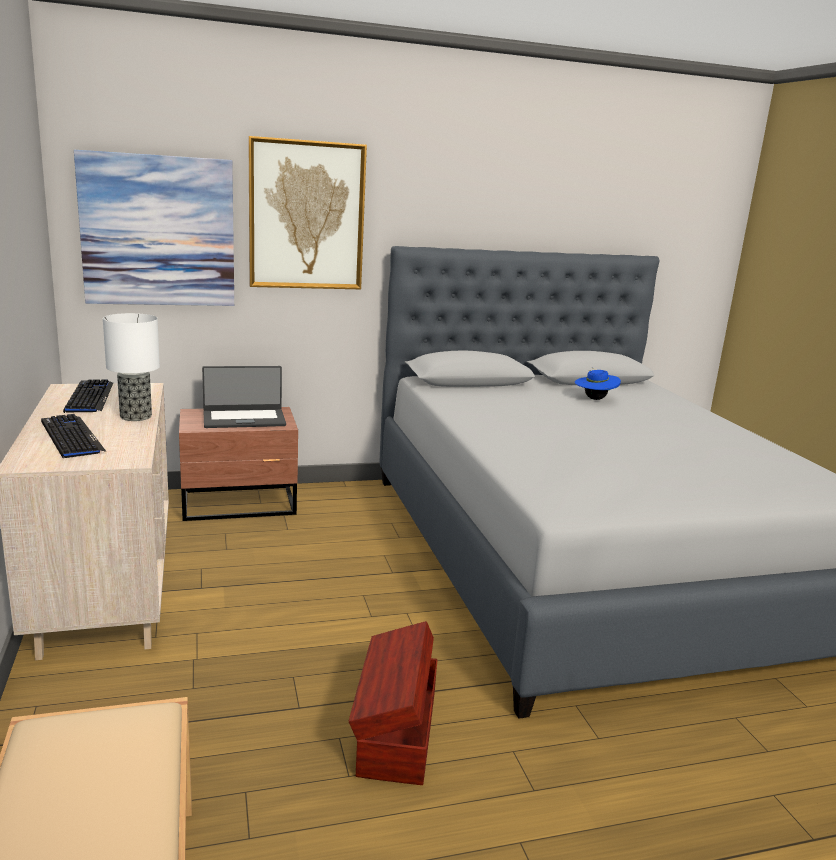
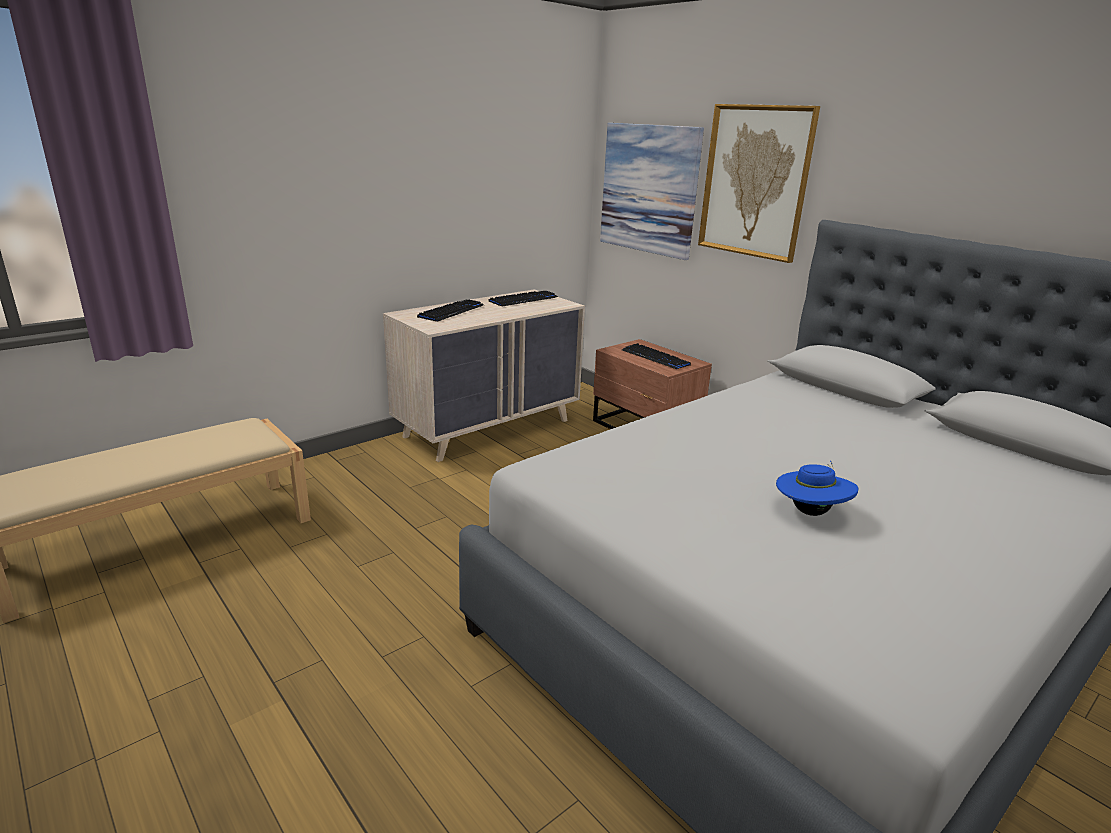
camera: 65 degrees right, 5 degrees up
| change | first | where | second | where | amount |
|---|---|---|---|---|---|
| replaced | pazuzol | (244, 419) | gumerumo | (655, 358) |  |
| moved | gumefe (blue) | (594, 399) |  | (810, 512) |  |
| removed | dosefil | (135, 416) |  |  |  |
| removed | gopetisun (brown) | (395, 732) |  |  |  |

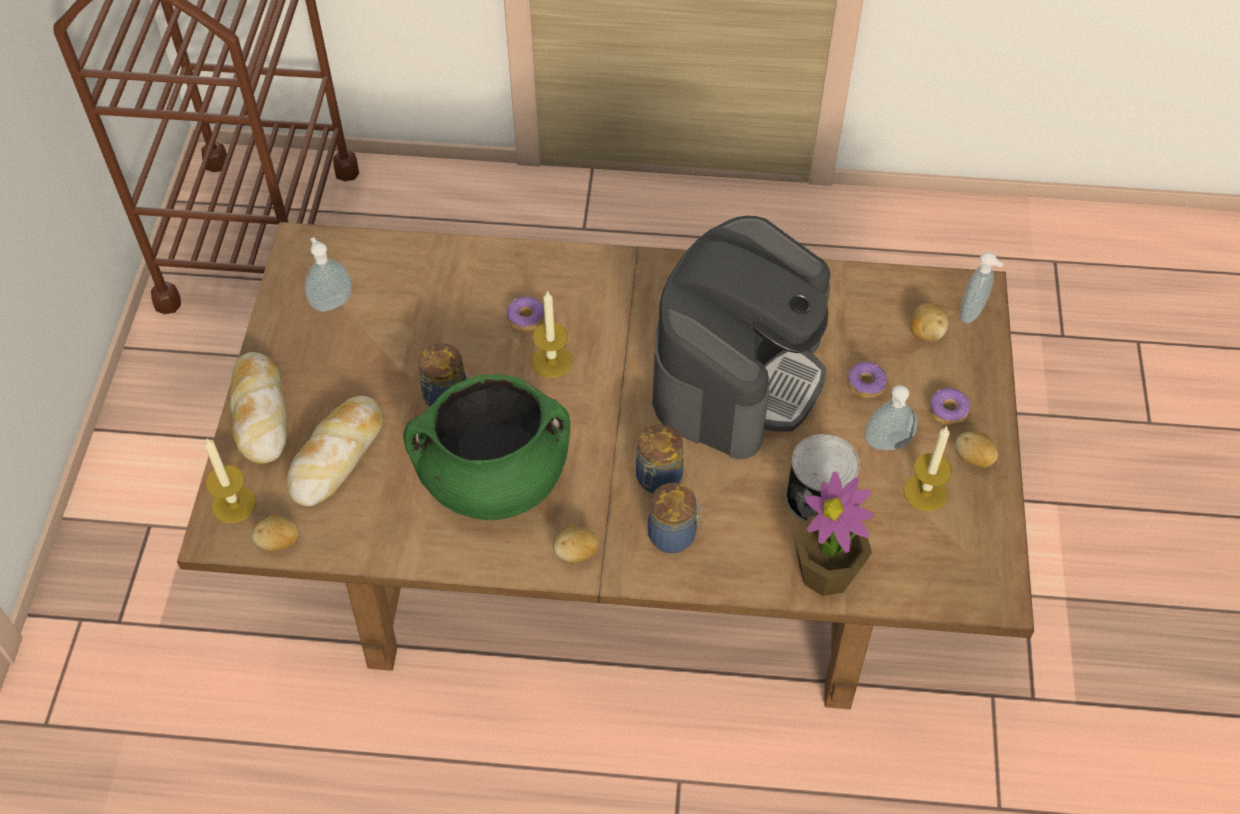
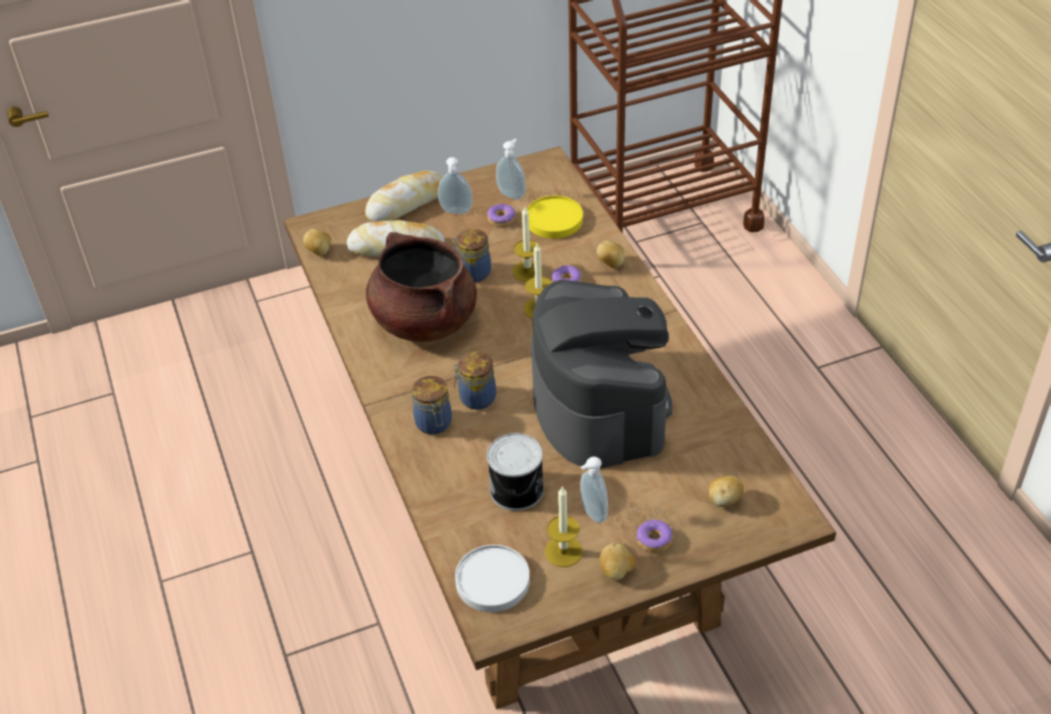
camera: 65 degrees right, 10 degrees down
| change | first | where | second | where | amount |
|---|---|---|---|---|---|
| recoloured | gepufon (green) | (494, 479) | gepufon (brown) | (424, 321) |  |
| moved | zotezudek | (973, 314) |  | (456, 212) |  |
| added |  |  | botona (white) | (493, 581) |  |
| moved | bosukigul | (865, 384) |  | (501, 219) |  |
| moved | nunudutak | (234, 504) |  | (527, 271) |  |
| added |  |  | botona (yellow) | (553, 220) |  |
| turned | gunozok | (738, 374) |  | (599, 406) | 105 degrees counterclockwise |
| moved | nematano | (576, 553) |  | (611, 264) |  |
| removed | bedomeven | (827, 572) |  |  |  |

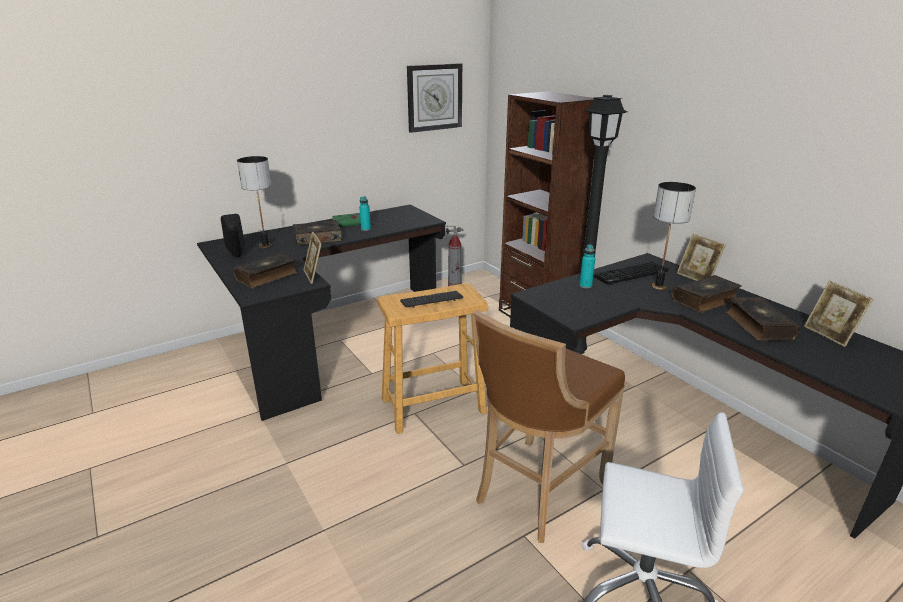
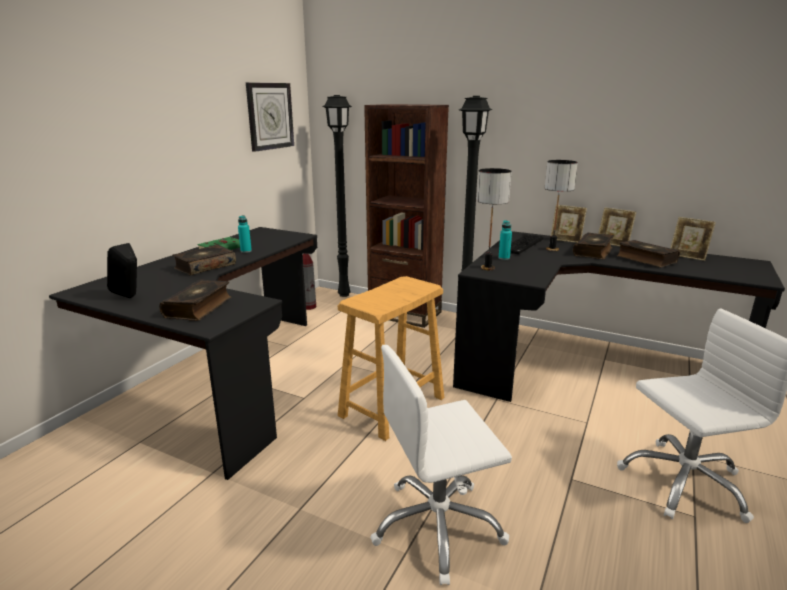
camera: 30 degrees left, 5 degrees down
| change | first | where | second | where | amount |
|---|---|---|---|---|---|
| added |  |  | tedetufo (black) | (345, 294) |  |
| added |  |  | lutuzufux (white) | (437, 526) |  |
| moved | dosefil | (265, 246) |  | (488, 268) |  |
| moved | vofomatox | (314, 276) |  | (613, 244) |  |
| removed | gumerumo | (431, 300) |  |  |  |
| removed | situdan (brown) | (536, 492) |  |  |  |

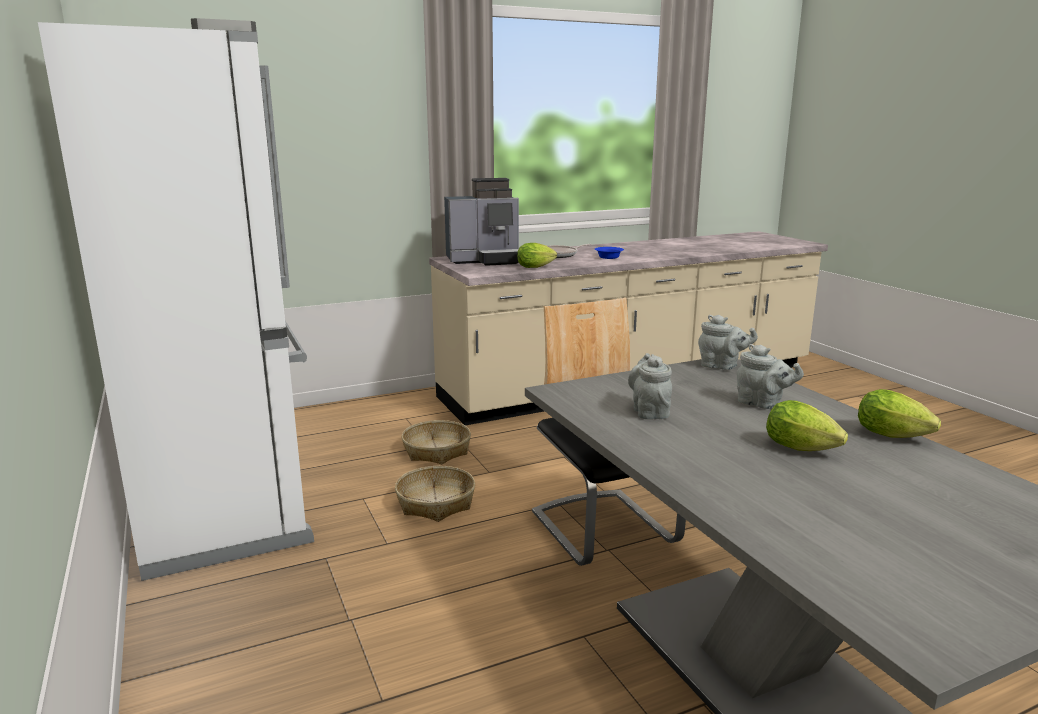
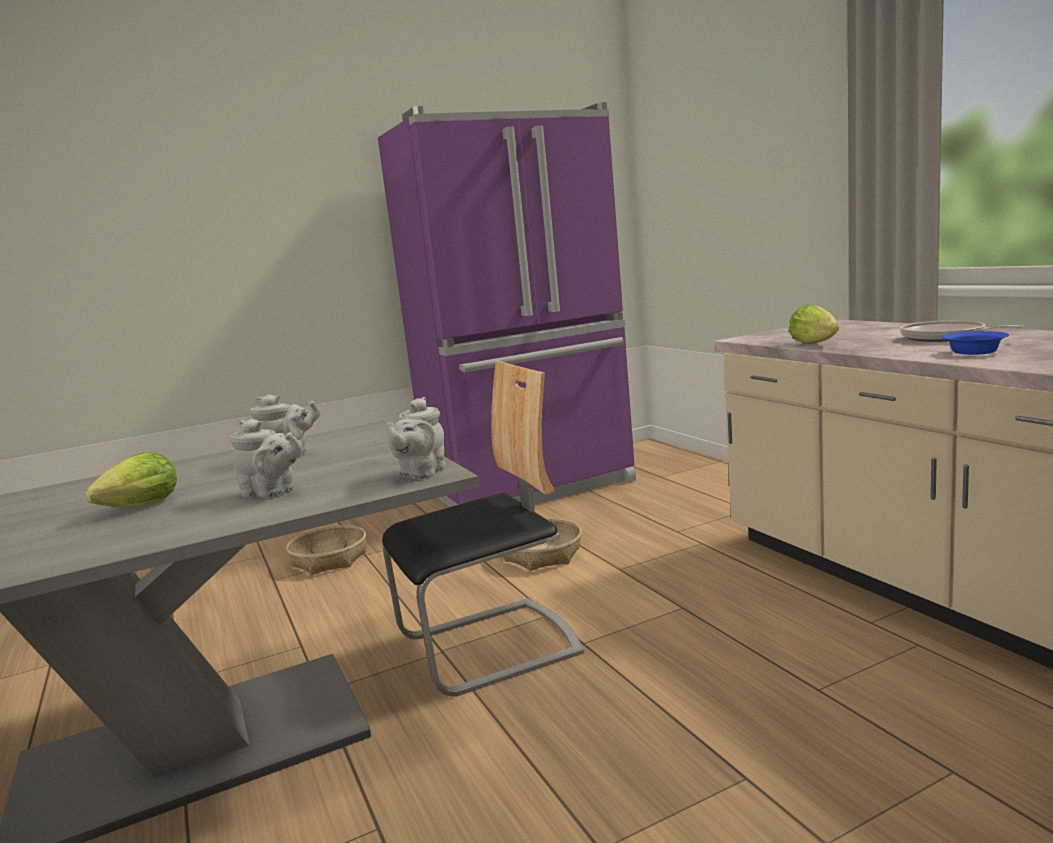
camera: 90 degrees right, 5 degrees down
| change | first | where | second | where | amount |
|---|---|---|---|---|---|
| turned | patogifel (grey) | (762, 404) |  | (272, 493) | 105 degrees counterclockwise |
| moved | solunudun | (436, 451) |  | (329, 559) |  |
| recoloured | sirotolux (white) | (226, 504) | sirotolux (purple) | (533, 488) |  |
| removed | gunozok | (485, 260) |  |  |  |
| removed | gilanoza | (895, 436) |  |  |  |

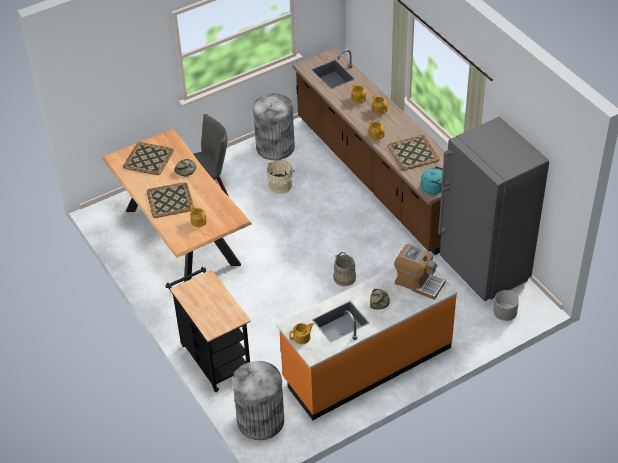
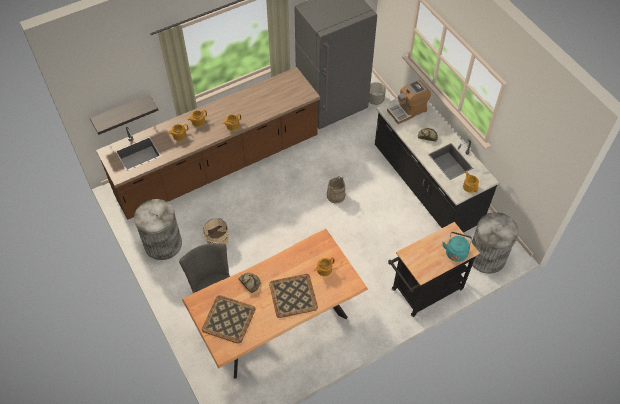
camera: 90 degrees left, 10 degrees up
| change | first | where | second | where | amount |
|---|---|---|---|---|---|
| added |  |  | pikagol | (122, 112) |  |
| recoloured | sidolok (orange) | (367, 363) | sidolok (black) | (425, 185) |  |
| turned | gunozok | (418, 283) |  | (407, 110) | 150 degrees counterclockwise |
| moved | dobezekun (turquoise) | (434, 188) |  | (456, 252) |  |
| removed | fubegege | (412, 153) |  |  |  |

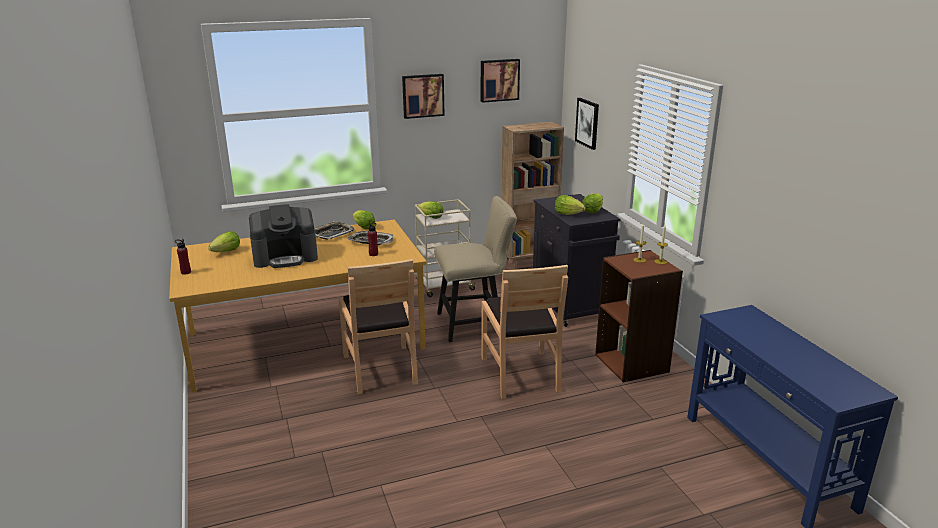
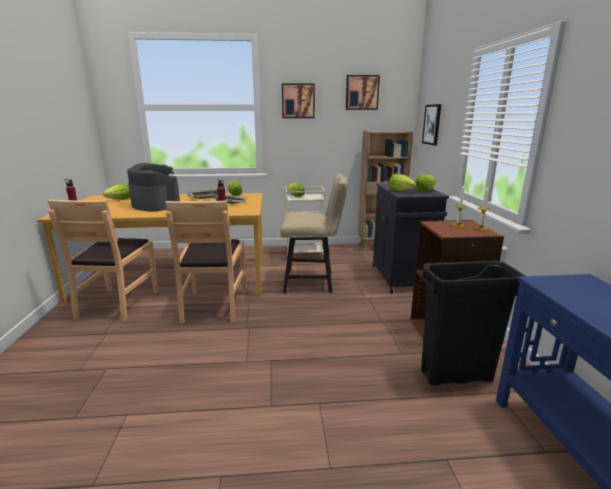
camera: 15 degrees right, 5 degrees down
| change | first | where | second | where | amount |
|---|---|---|---|---|---|
| moved | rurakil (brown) | (521, 373) |  | (118, 304) |  |
| turned | gunozok | (285, 257) |  | (155, 205) | 135 degrees counterclockwise |
| added |  |  | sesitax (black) | (455, 376) |  |

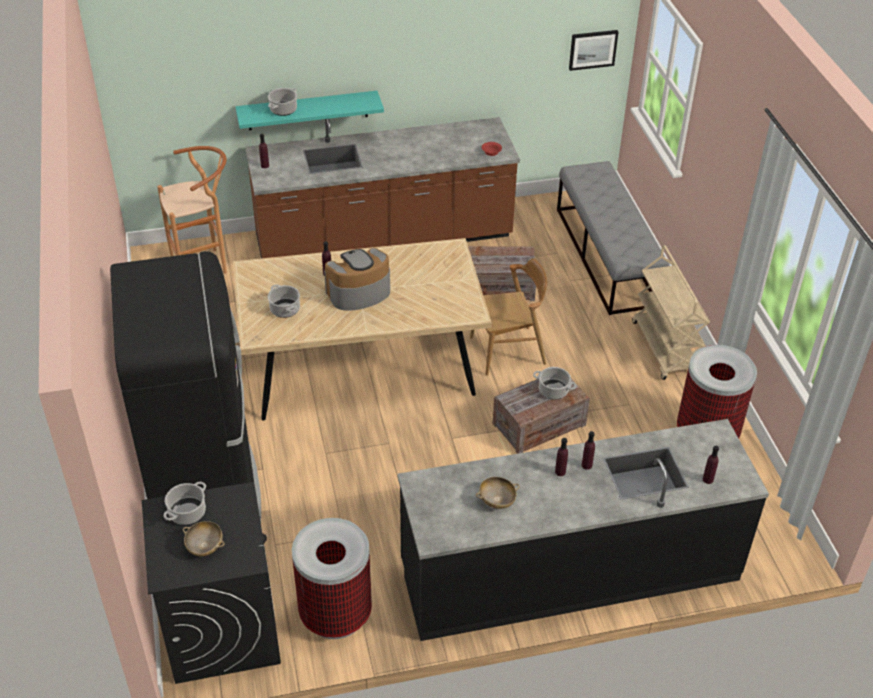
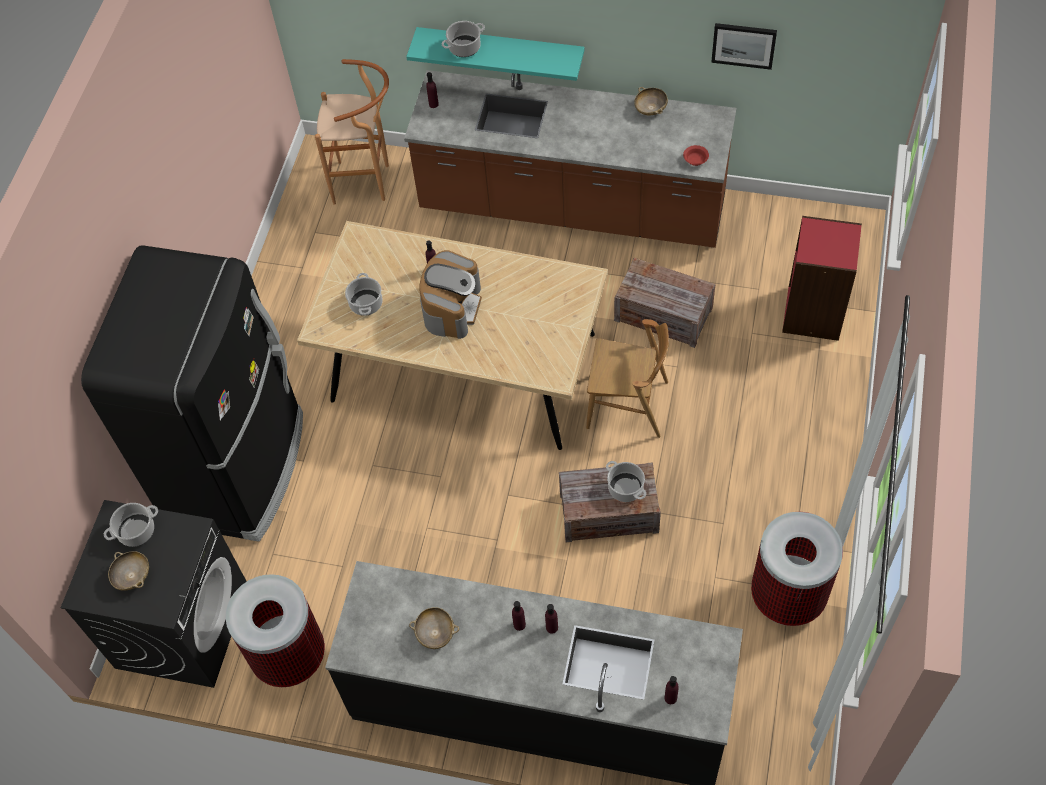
camera: 30 degrees right, 15 degrees up
| change | first | where | second | where | amount |
|---|---|---|---|---|---|
| turned | gunozok | (358, 293) |  | (452, 307) | 105 degrees clockwise |
| added |  |  | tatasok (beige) | (650, 109) |  |
| moved | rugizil | (592, 49) |  | (743, 45) |  |
| replaced | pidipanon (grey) | (606, 257) | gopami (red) | (814, 313) |  |
| removed | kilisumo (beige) | (665, 348) |  |  |  |

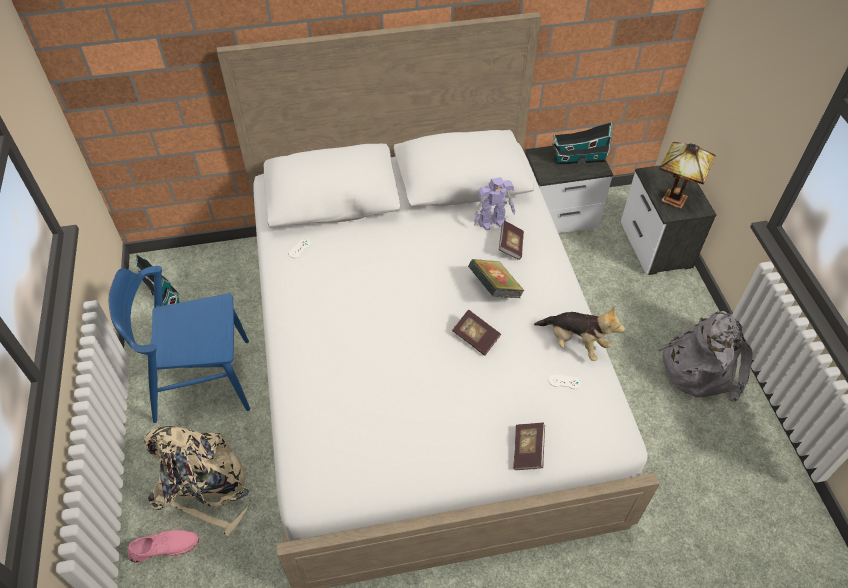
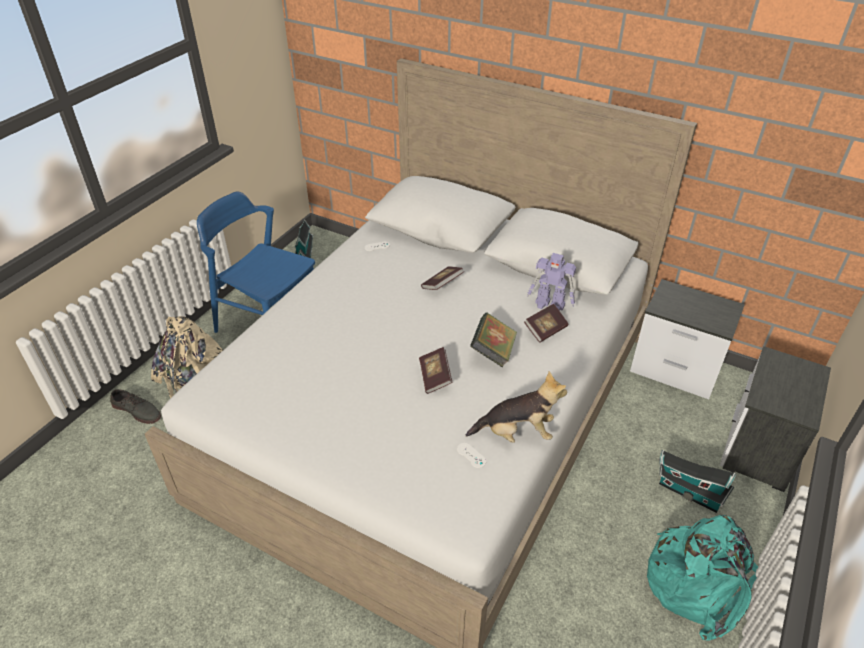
camera: 40 degrees right, 10 degrees down
| change | first | where | second | where | amount |
|---|---|---|---|---|---|
| recoloured | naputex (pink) | (164, 546) | naputex (grey) | (137, 410) |  |
| moved | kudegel | (528, 451) |  | (442, 285) |  |
| turned | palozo | (575, 343) |  | (516, 433) | 75 degrees counterclockwise |
| recoloured | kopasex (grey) | (701, 365) | kopasex (turquoise) | (700, 583) |  |
| moved | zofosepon | (578, 159) |  | (687, 491) |  |
| removed | dosefil | (673, 197) |  |  |  |

